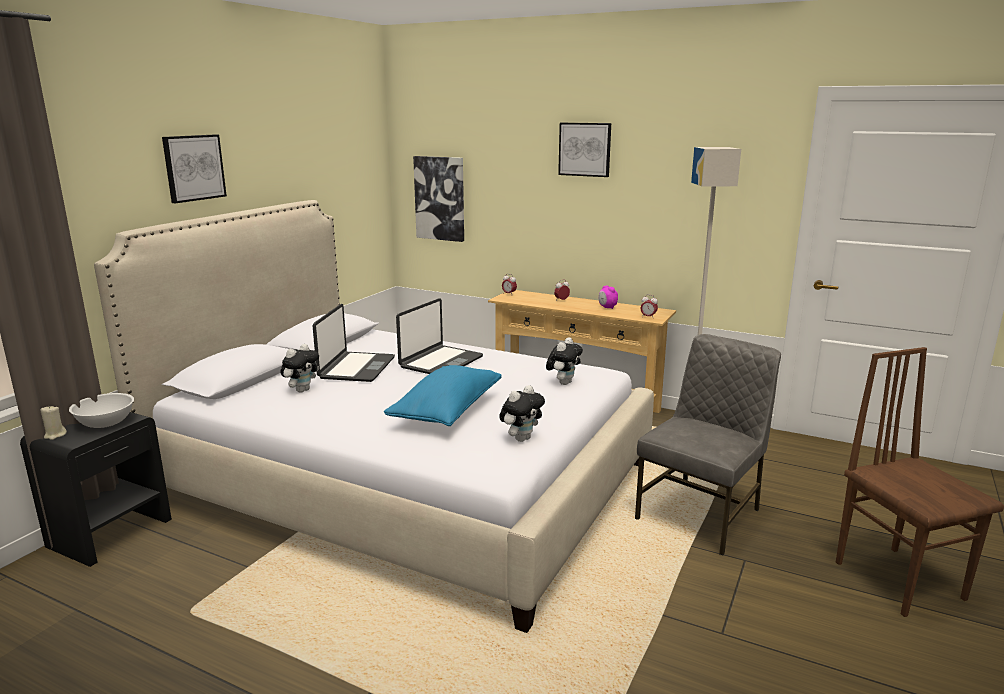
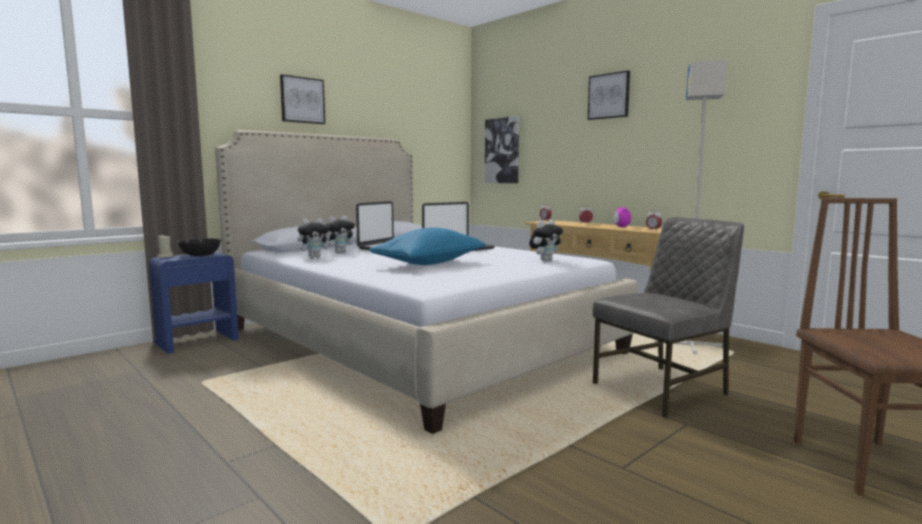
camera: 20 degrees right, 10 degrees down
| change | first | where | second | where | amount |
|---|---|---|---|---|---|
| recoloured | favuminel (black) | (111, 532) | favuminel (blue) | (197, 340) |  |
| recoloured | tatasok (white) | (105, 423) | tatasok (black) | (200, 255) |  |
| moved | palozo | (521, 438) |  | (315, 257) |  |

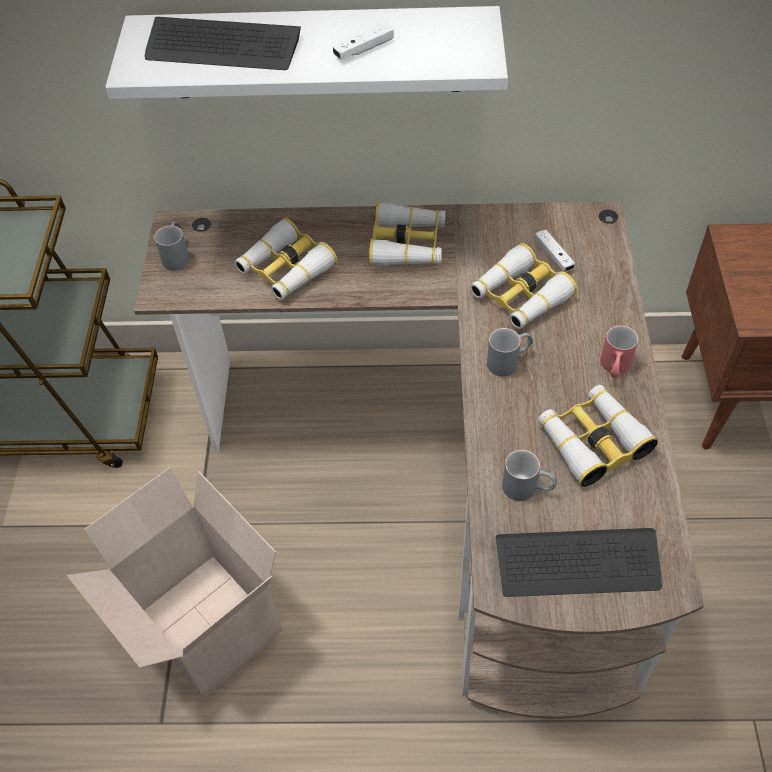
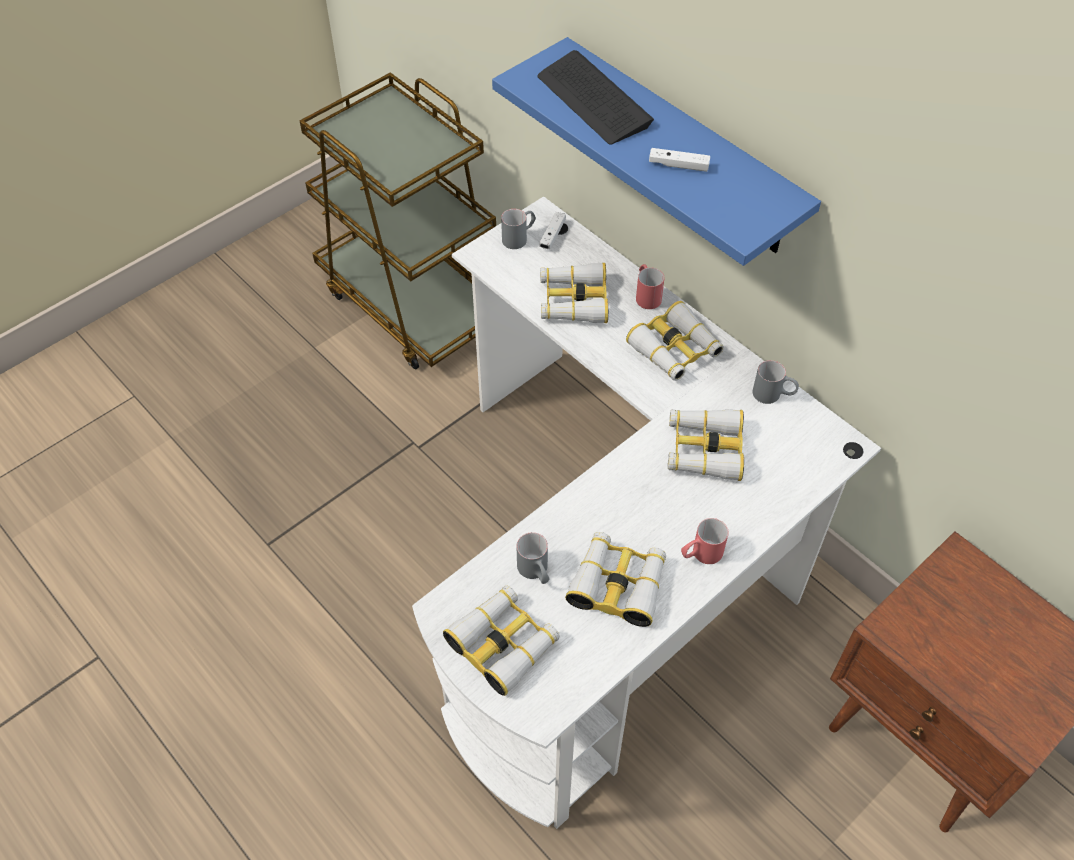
camera: 45 degrees right, 0 degrees up
| change | first | where | second | where | amount |
|---|---|---|---|---|---|
| recoloured | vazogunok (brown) | (455, 474) | vazogunok (white) | (616, 568) |  |
| replaced | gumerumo | (577, 564) | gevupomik | (503, 643) |  |
| recoloured | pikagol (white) | (315, 53) | pikagol (blue) | (681, 149) |  |
| moved | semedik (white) | (553, 255) |  | (552, 235) |  |
| added |  |  | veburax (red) | (646, 295) |  |
| moved | veburax (grey) | (509, 361) |  | (773, 395) |  |
| removed | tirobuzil | (204, 626) |  |  |  |

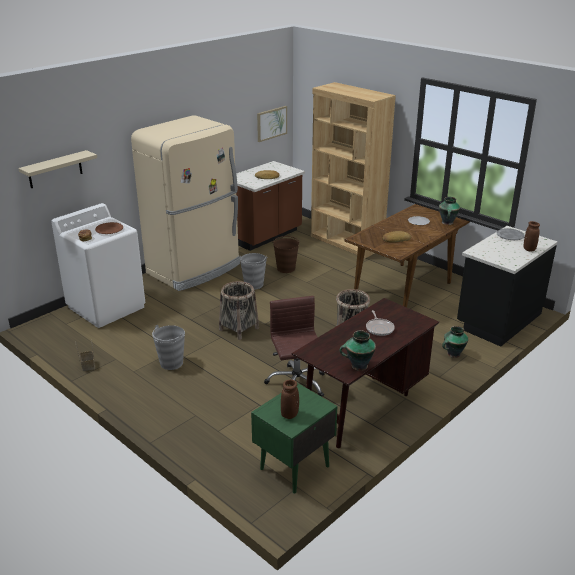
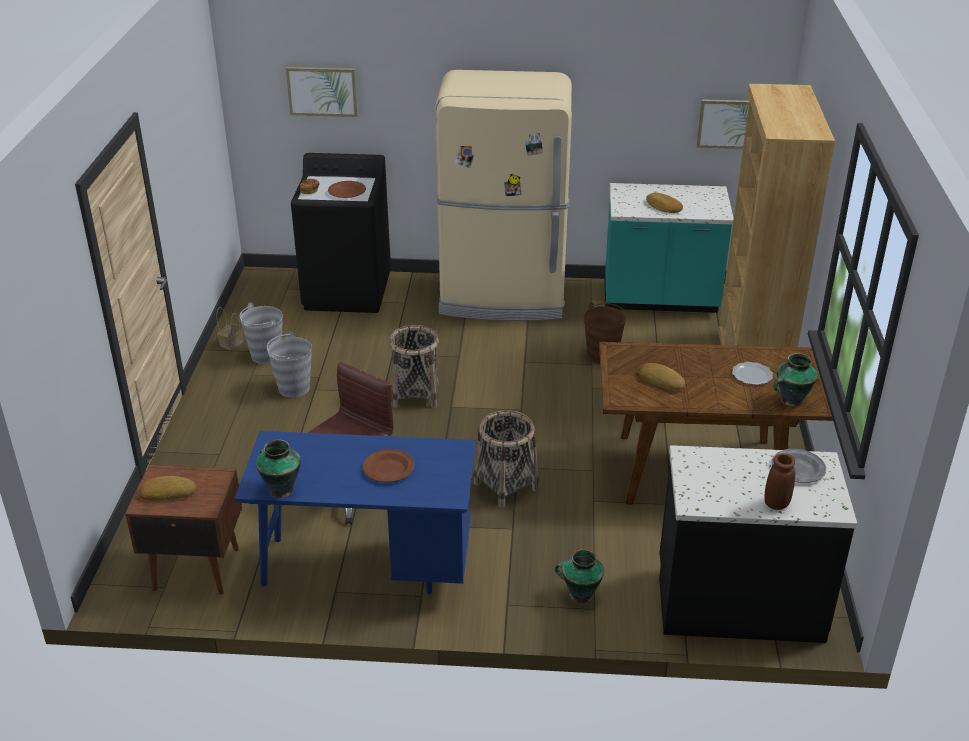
camera: 50 degrees right, 5 degrees up
| change | first | where | second | where | amount |
|---|---|---|---|---|---|
| recoloured | favuminel (green) | (293, 467) | favuminel (brown) | (195, 568) |  |
| replaced | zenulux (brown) | (289, 414) | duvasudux | (167, 492) |  |
| recoloured | vazogunok (brown) | (363, 406) | vazogunok (blue) | (366, 567) |  |
| moved | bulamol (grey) | (253, 285) |  | (265, 356) |  |
| replaced | pikagol (beige) | (55, 169) | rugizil | (322, 91) |  |
| recoloured | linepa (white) | (107, 307) | linepa (black) | (348, 292) |  |
| replaced | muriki | (379, 328) | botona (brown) | (389, 468) |  |
| recoloured | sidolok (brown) | (265, 236) | sidolok (turquoise) | (660, 300) |  |

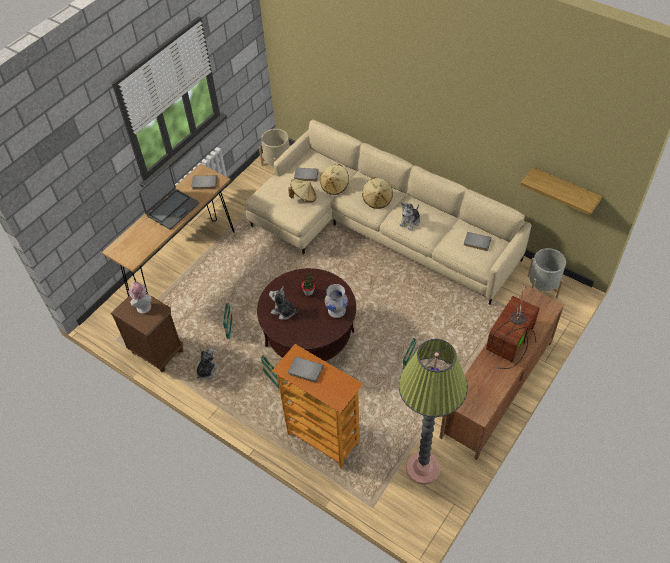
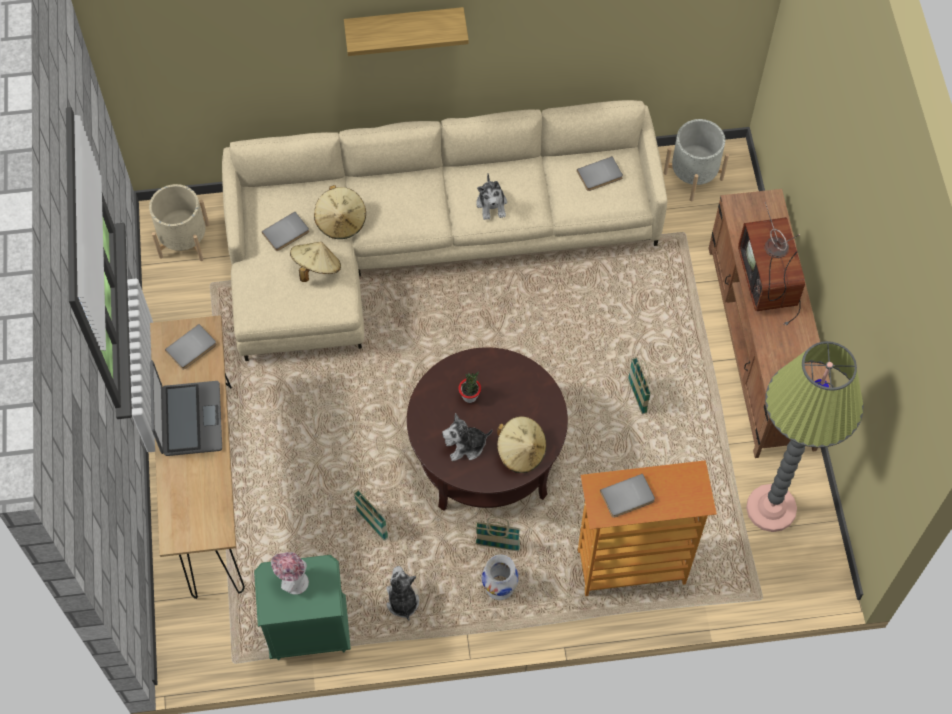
camera: 45 degrees left, 10 degrees up
| change | first | where | second | where | amount |
|---|---|---|---|---|---|
| recoloured | favuminel (brown) | (157, 351) | favuminel (green) | (308, 630) |  |
| moved | pikagol | (564, 190) |  | (404, 26) |  |
| moved | zenulux (white) | (337, 311) |  | (500, 586) |  |
| moved | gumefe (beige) | (377, 199) |  | (521, 451) |  |

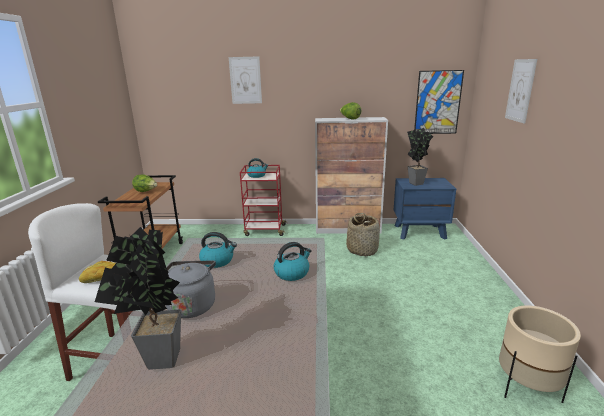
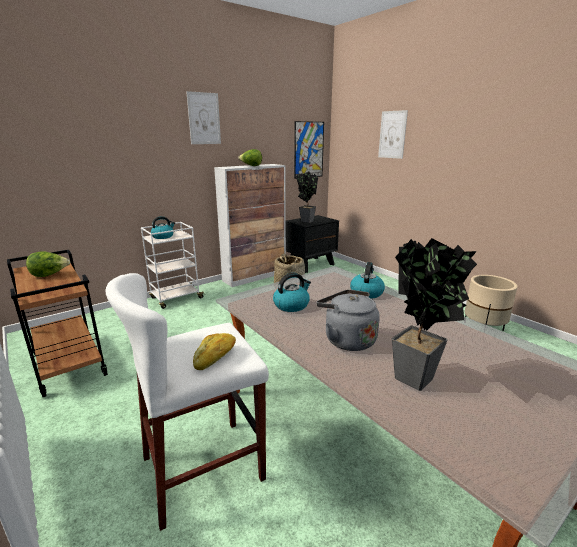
camera: 40 degrees left, 0 degrees up
| change | first | where | second | where | amount |
|---|---|---|---|---|---|
| recoloured | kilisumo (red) | (264, 230) | kilisumo (white) | (176, 298) |  |
| moved | rugizil | (245, 80) |  | (204, 118) |  |
| recoloured | favuminel (blue) | (420, 232) | favuminel (black) | (311, 264) |  |

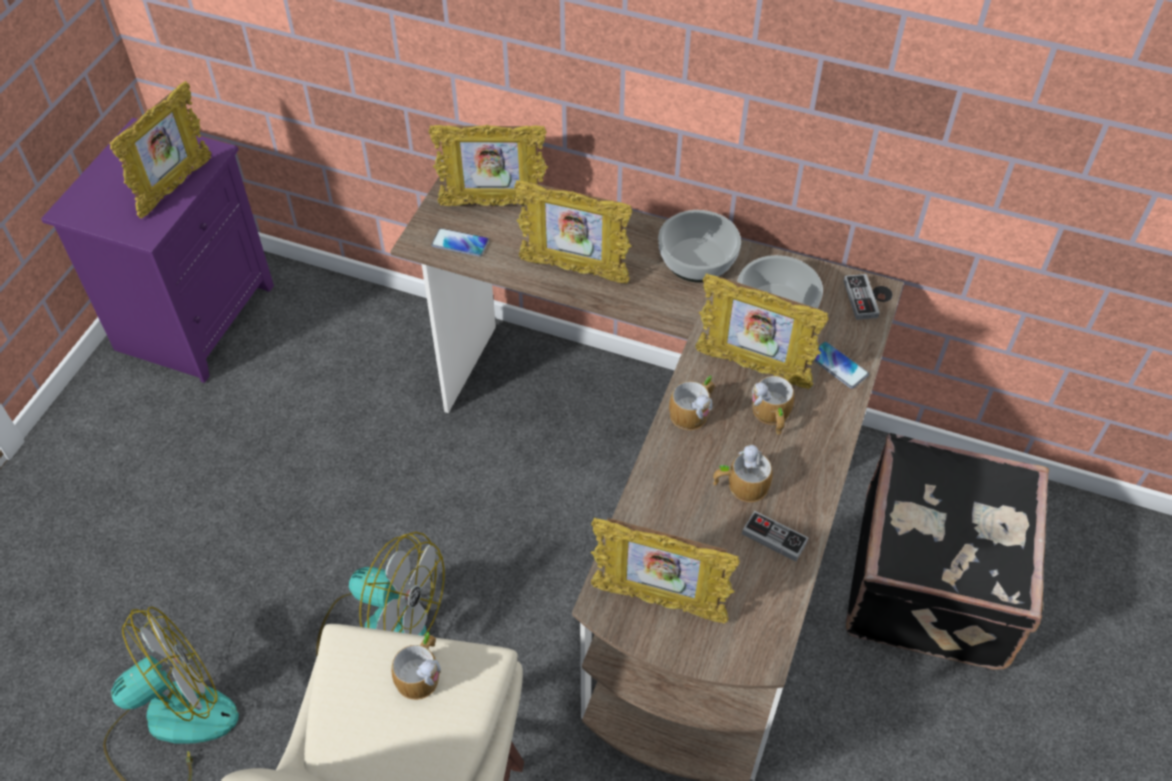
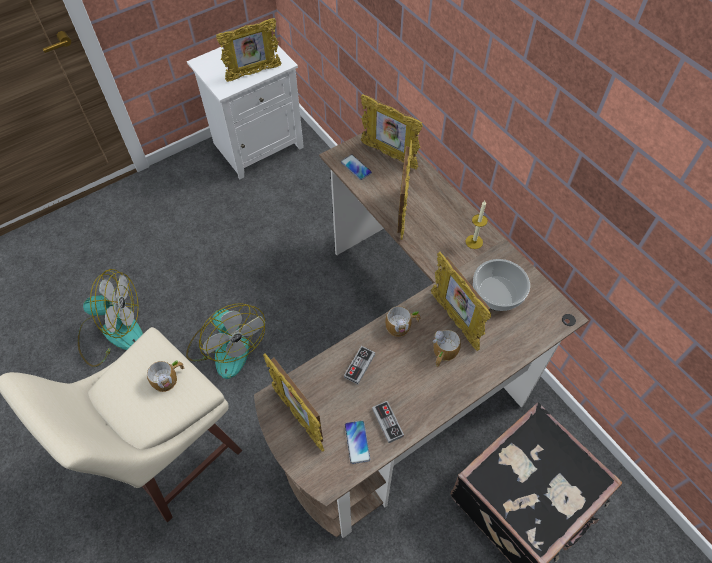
camera: 35 degrees right, 5 degrees up
| change | first | where | second | where | amount |
|---|---|---|---|---|---|
| recoloured | favuminel (purple) | (194, 316) | favuminel (white) | (258, 144) |  |
| moved | semedik | (860, 299) |  | (359, 366) |  |
| moved | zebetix | (838, 365) |  | (357, 442) |  |
| turned | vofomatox | (574, 270) |  | (402, 212) | 135 degrees counterclockwise |
| replaced | tatasok | (697, 260) | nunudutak | (474, 242) |  |
| removed | veburax | (740, 485) |  |  |  |

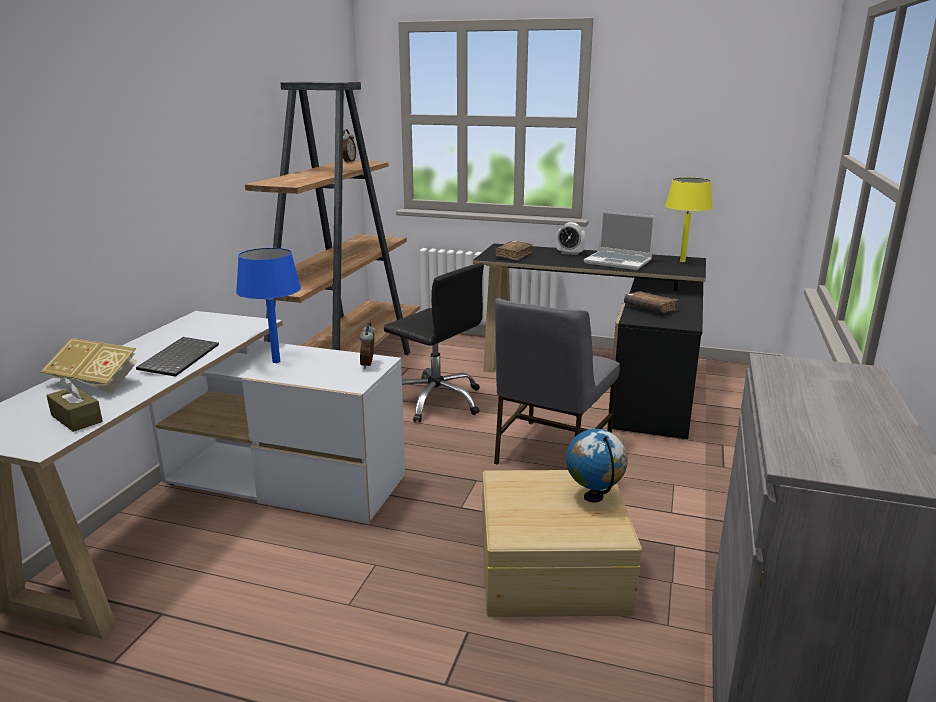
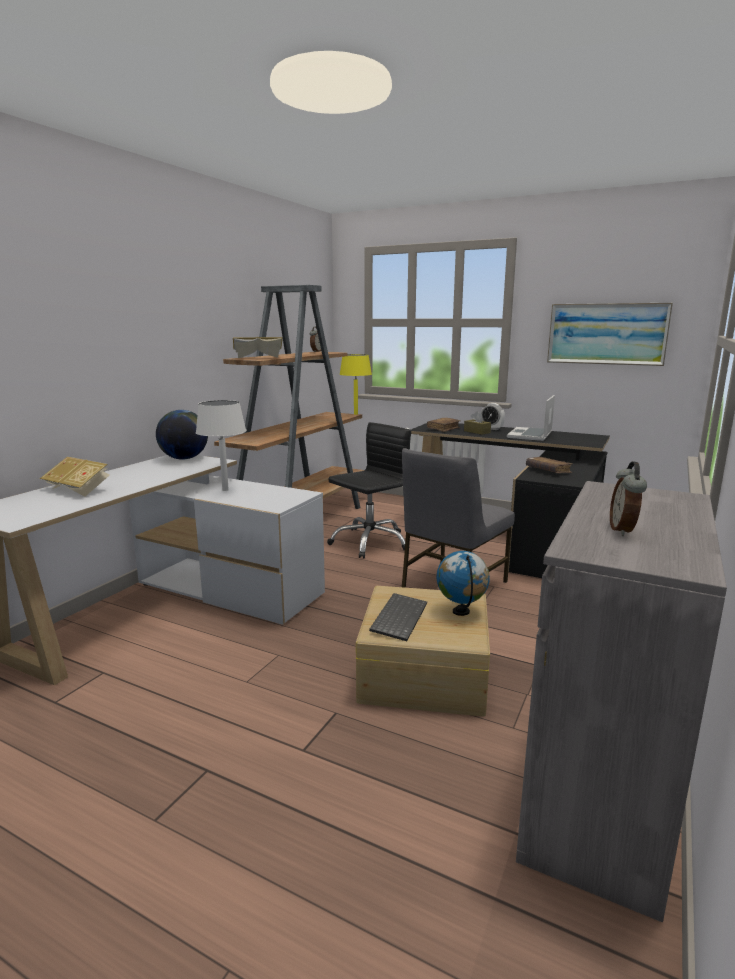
camera: 10 degrees right, 5 degrees down
| change | first | where | second | where | amount |
|---|---|---|---|---|---|
| added |  |  | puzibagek | (184, 458) |  |
| recoloured | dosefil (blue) | (276, 361) | dosefil (white) | (225, 490) |  |
| added |  |  | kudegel | (258, 358) |  |
| turned | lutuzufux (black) | (436, 401) |  | (369, 542) | 90 degrees counterclockwise |
| moved | dosefil (yellow) | (682, 261) |  | (355, 414) |  |
| moved | gumerumo | (179, 358) |  | (398, 617) |  |
| moved | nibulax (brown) | (76, 418) |  | (477, 432) |  |
| turned | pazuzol | (619, 262) |  | (530, 435) | 75 degrees clockwise |
| added |  |  | rugizil | (606, 334) |  |
| moved | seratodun | (369, 364) |  | (623, 530) |  |

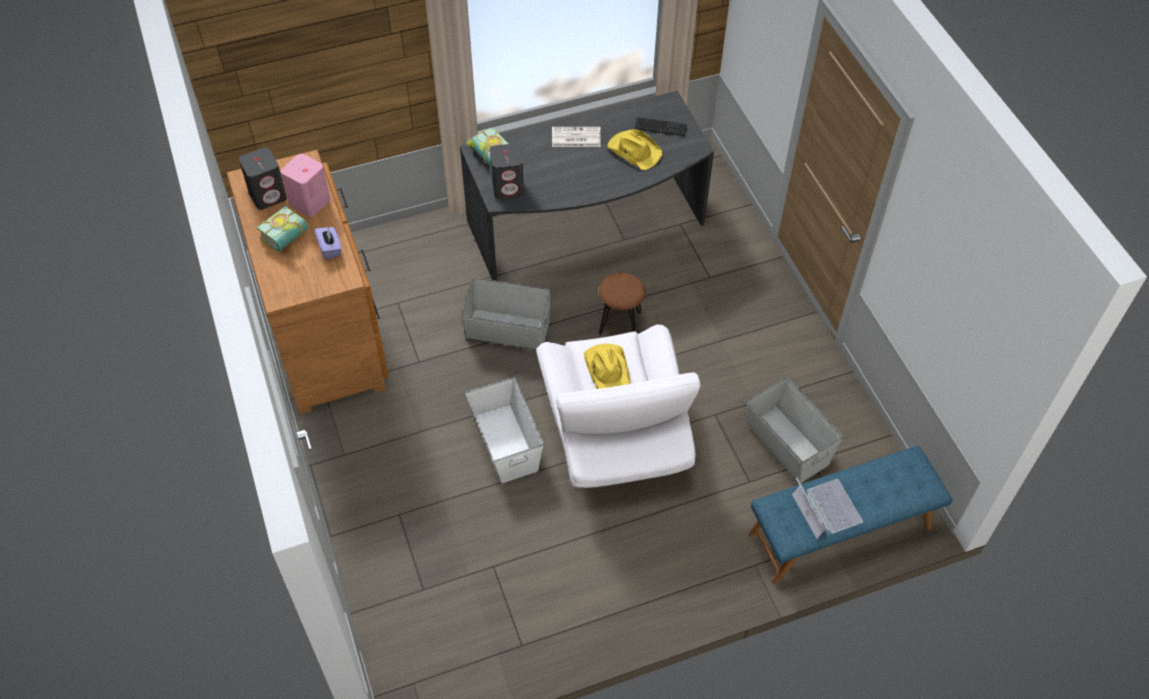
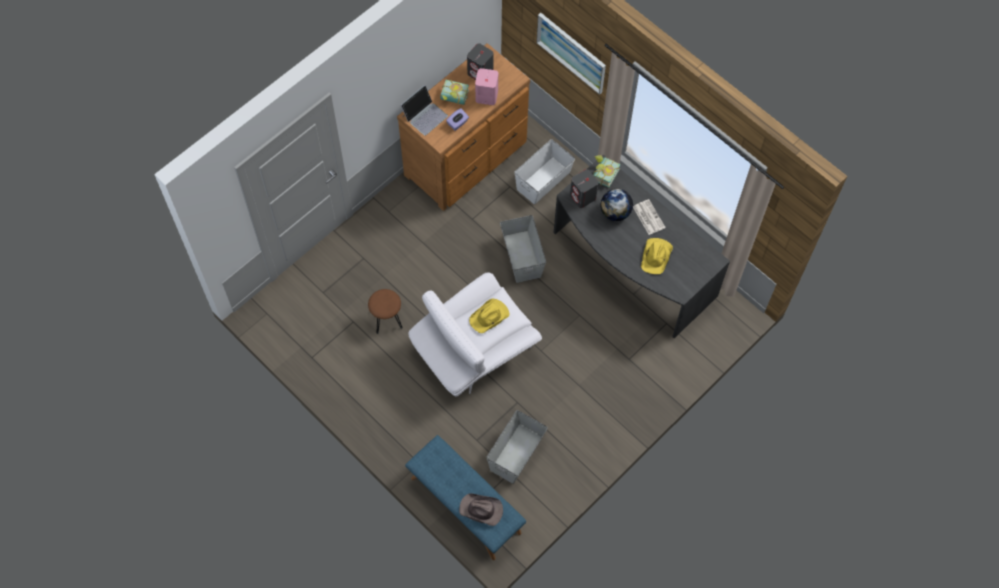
camera: 65 degrees right, 10 degrees up
| change | first | where | second | where | amount |
|---|---|---|---|---|---|
| moved | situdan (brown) | (620, 323) |  | (386, 319) |  |
| moved | pazuzol | (825, 508) |  | (425, 115) |  |
| added |  |  | gumefe (brown) | (481, 510) |  |
| moved | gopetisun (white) | (506, 442) |  | (544, 180) |  |
| added |  |  | rugizil | (571, 52) |  |
| added |  |  | puzibagek | (615, 212) |  |
| removed | gumerumo | (660, 127) |  |  |  |

